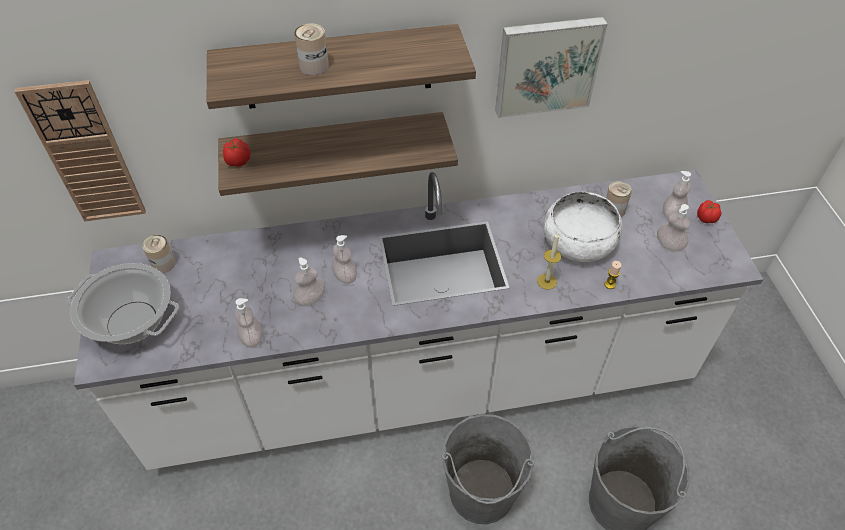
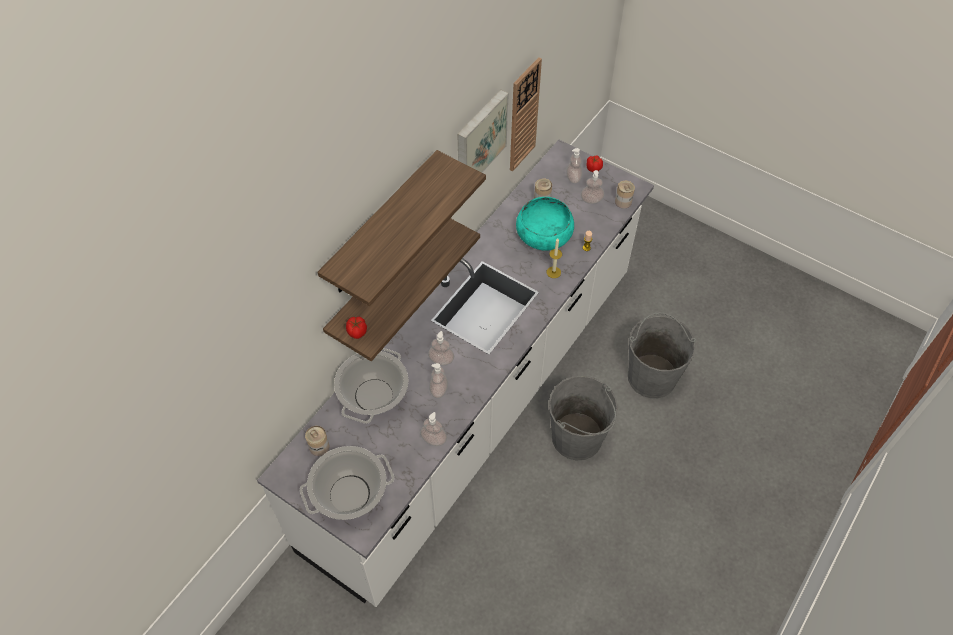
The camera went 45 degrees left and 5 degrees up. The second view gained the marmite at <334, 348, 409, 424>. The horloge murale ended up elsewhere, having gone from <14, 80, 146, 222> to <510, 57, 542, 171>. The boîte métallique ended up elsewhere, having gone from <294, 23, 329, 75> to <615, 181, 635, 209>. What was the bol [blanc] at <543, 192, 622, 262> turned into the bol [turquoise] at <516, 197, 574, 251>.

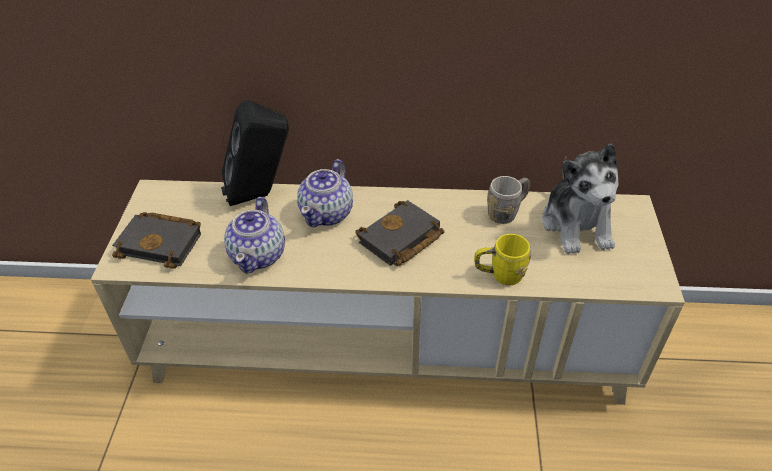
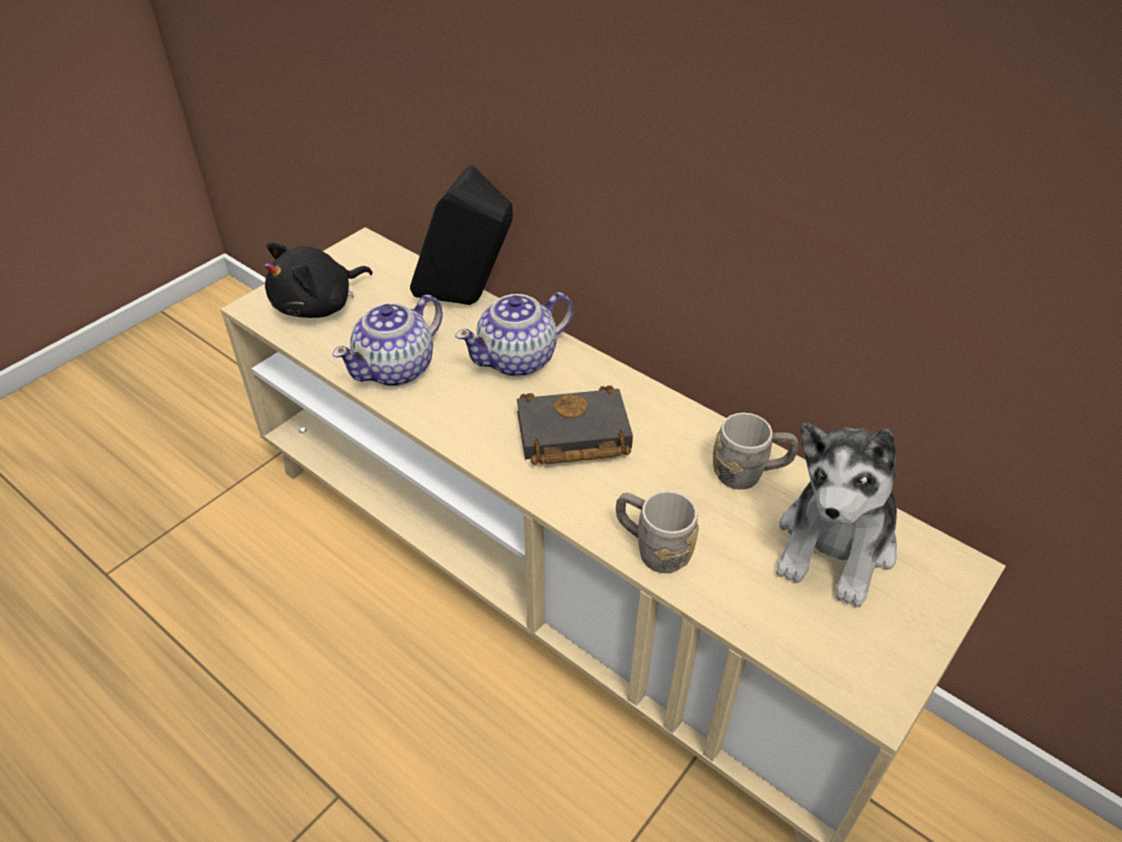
The camera went 35 degrees right and 0 degrees up. Where the livre [noir] stood at <112, 212, 201, 269>, the peluche [noir] came to stand at <264, 242, 373, 318>. What was the mug [jaune] at <474, 234, 531, 285> turned into the mug [gris] at <616, 491, 699, 573>.

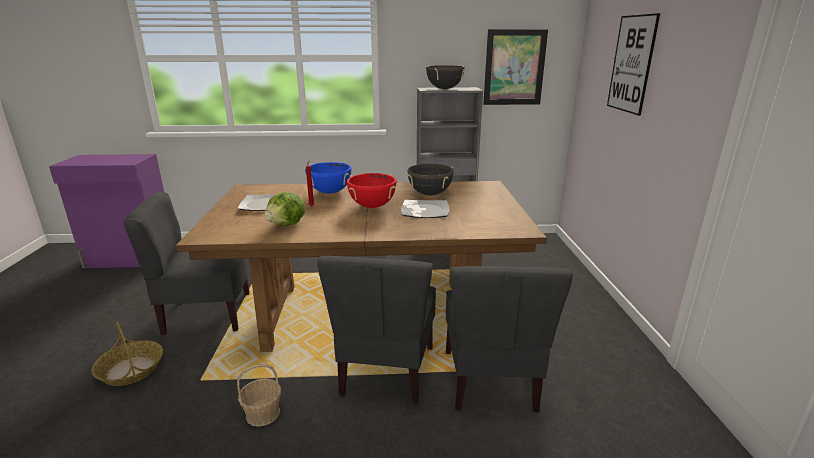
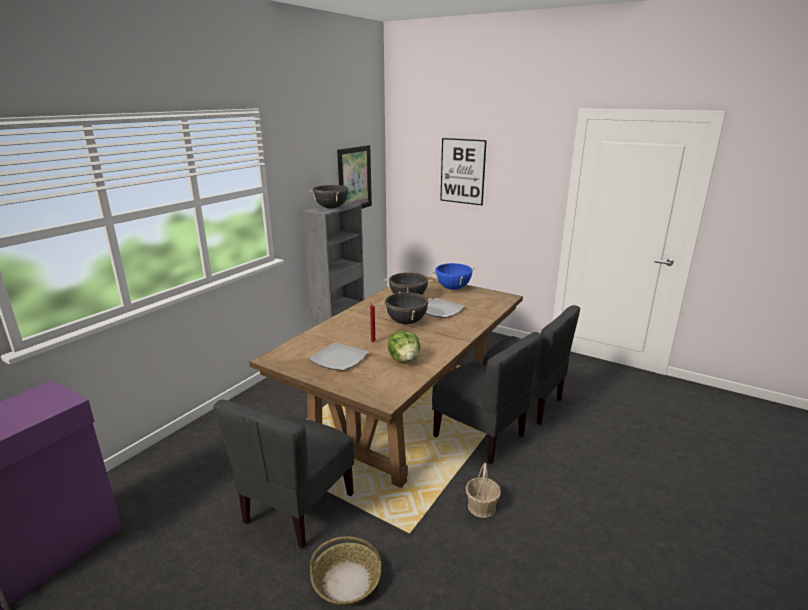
The camera went 55 degrees left and 0 degrees up. The marmite [bleu] ended up elsewhere, having gone from <305, 162, 352, 194> to <432, 263, 475, 290>. What was the marmite [rouge] at <347, 173, 397, 208> turned into the marmite [noir] at <380, 291, 432, 324>.

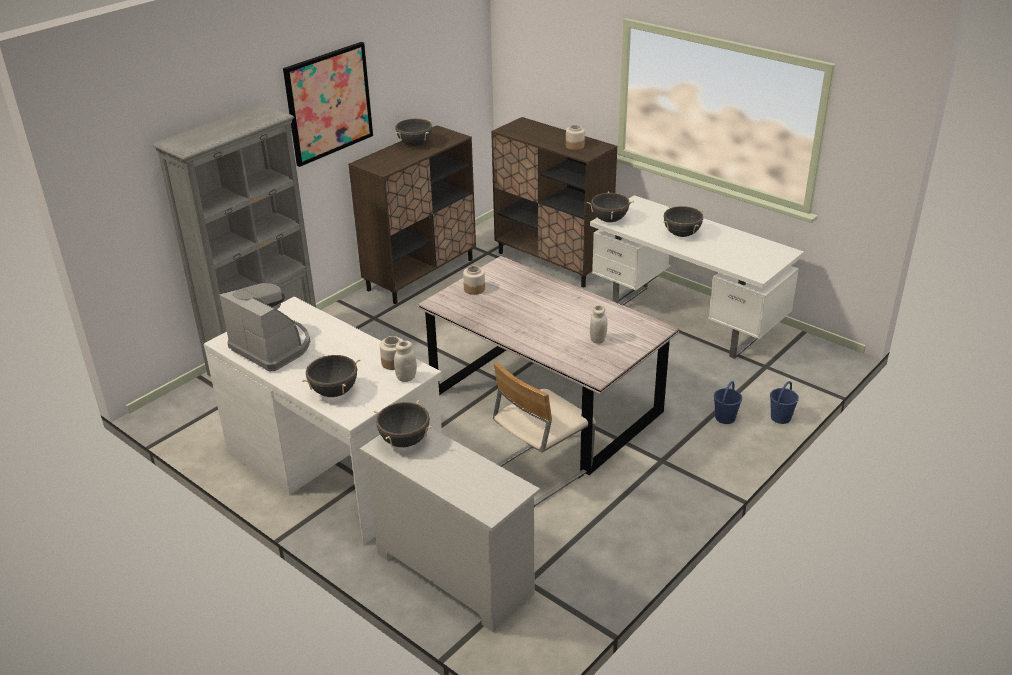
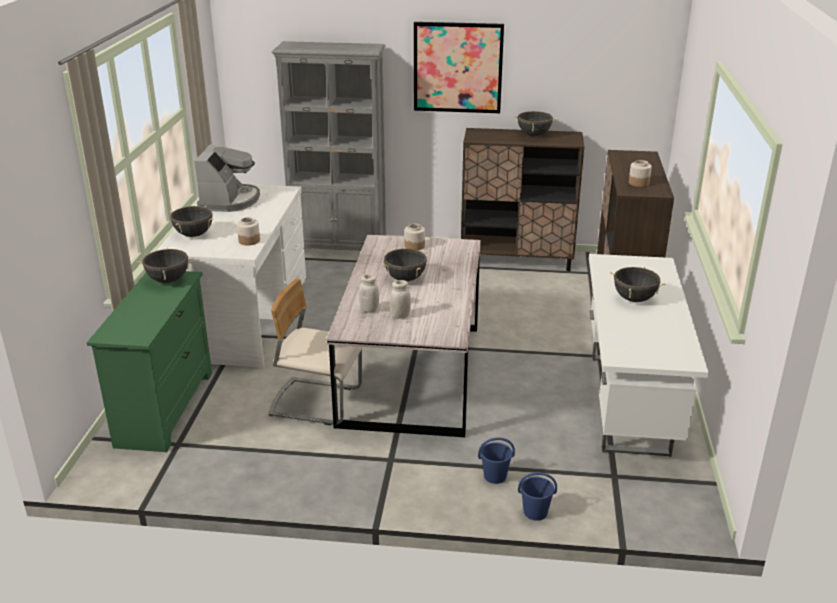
The camera went 55 degrees right and 5 degrees down. The bocal [blanc] ended up elsewhere, having gone from <394, 341, 417, 382> to <359, 274, 379, 313>. The marmite [noir] ended up elsewhere, having gone from <587, 191, 634, 222> to <382, 249, 427, 281>. What was the commode [blanc] at <360, 426, 540, 632> turned into the commode [vert] at <87, 271, 212, 452>.

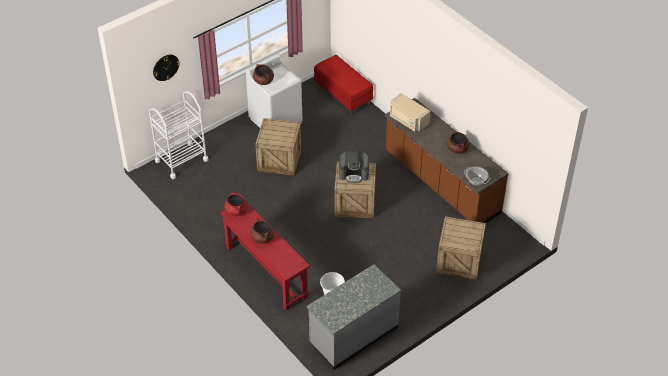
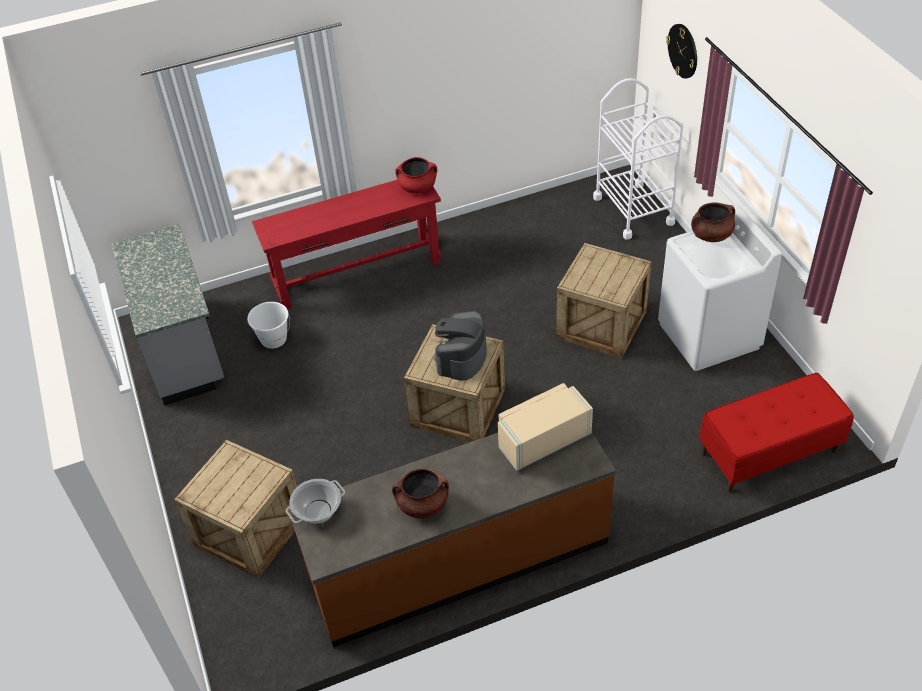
The camera went 110 degrees right and 0 degrees up. The second view lost the marmite [marron] at <250, 219, 274, 244>.

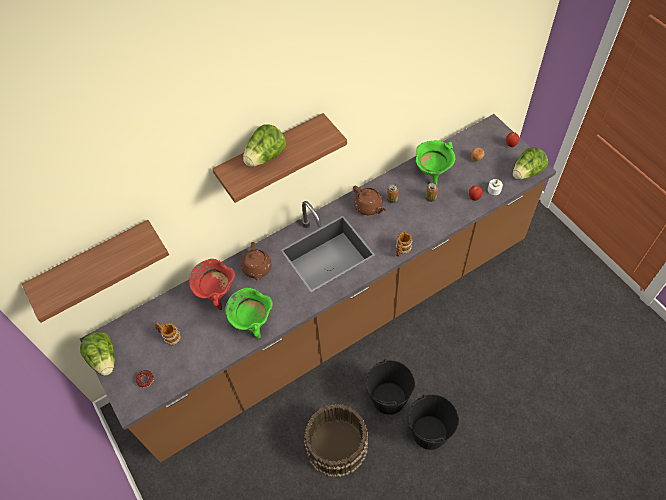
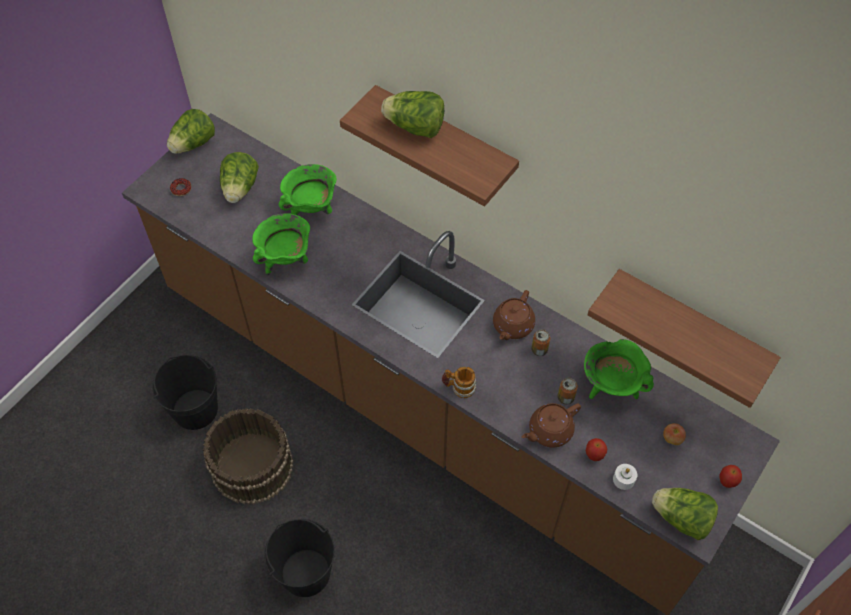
The camera went 65 degrees right and 0 degrees up. The étagère ended up elsewhere, having gone from <22, 220, 169, 323> to <588, 269, 781, 408>. The théière [marron] ended up elsewhere, having gone from <241, 242, 271, 281> to <522, 403, 581, 448>. The seau [noir] ended up elsewhere, having gone from <366, 359, 415, 415> to <152, 355, 218, 430>. Where the mug stood at <155, 322, 181, 345>, the laitue came to stand at <220, 152, 259, 203>. What was the marmite [rouge] at <189, 259, 235, 310> turned into the marmite [vert] at <279, 164, 337, 215>.

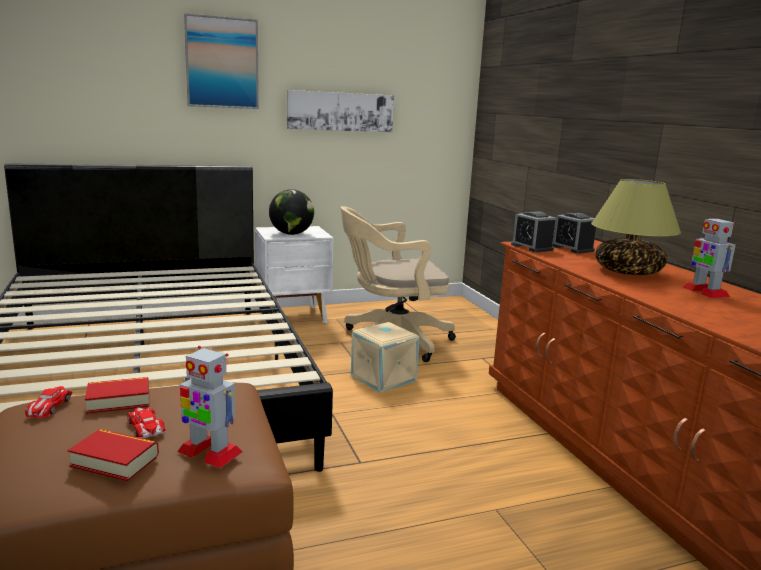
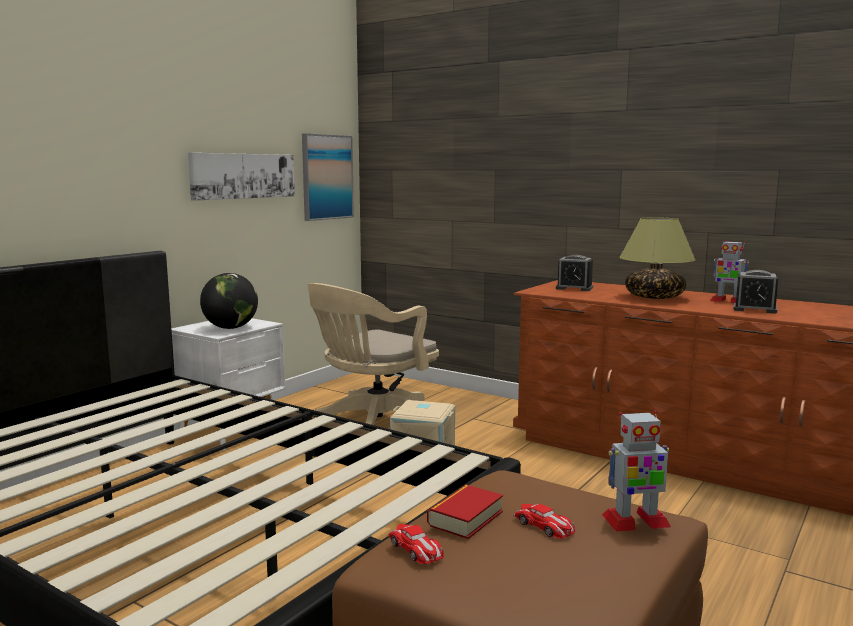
The camera went 35 degrees left and 5 degrees down. The second view lost the livre at <68, 429, 159, 481>. The tableau ended up elsewhere, having gone from <184, 13, 259, 109> to <302, 133, 354, 221>. The réveil ended up elsewhere, having gone from <511, 211, 556, 252> to <733, 270, 778, 313>. The petite voiture at <127, 407, 166, 438> ended up facing another way, 150 degrees counterclockwise from before.

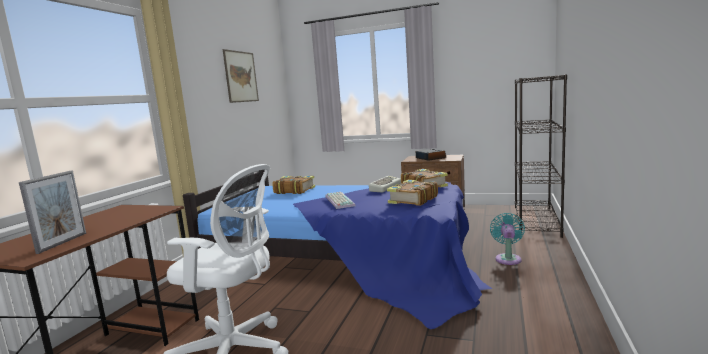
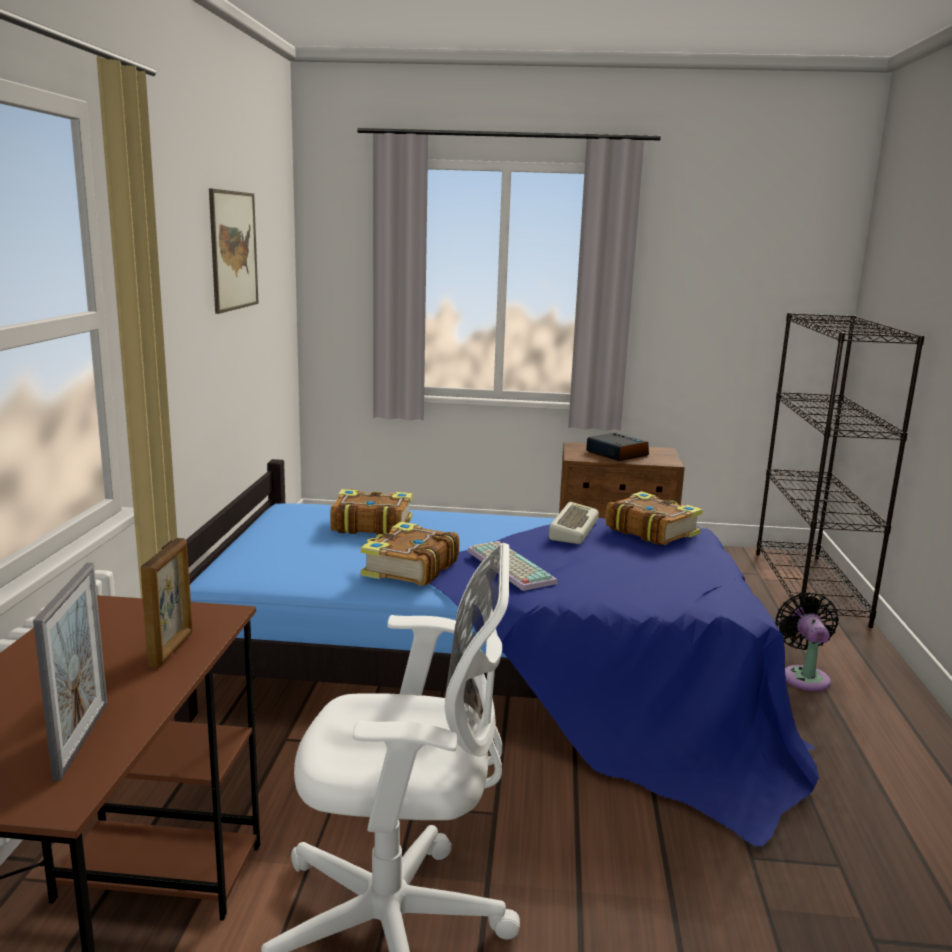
The camera went 15 degrees left and 5 degrees up. The second view gained the cadre photo at <141, 538, 193, 669>. The livre ended up elsewhere, having gone from <387, 180, 438, 206> to <361, 522, 459, 586>. What was the ventilateur [turquoise] at <490, 213, 525, 265> turned into the ventilateur [noir] at <775, 592, 839, 691>.

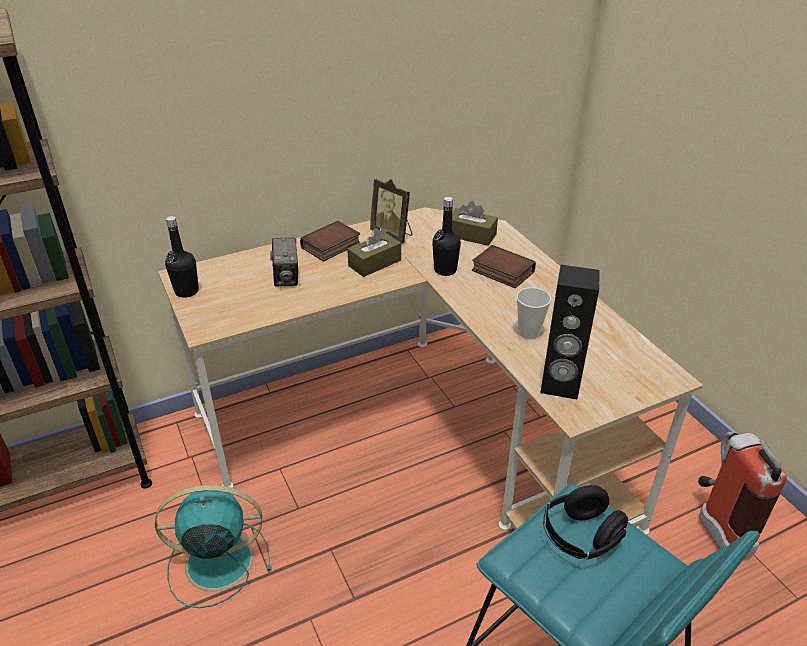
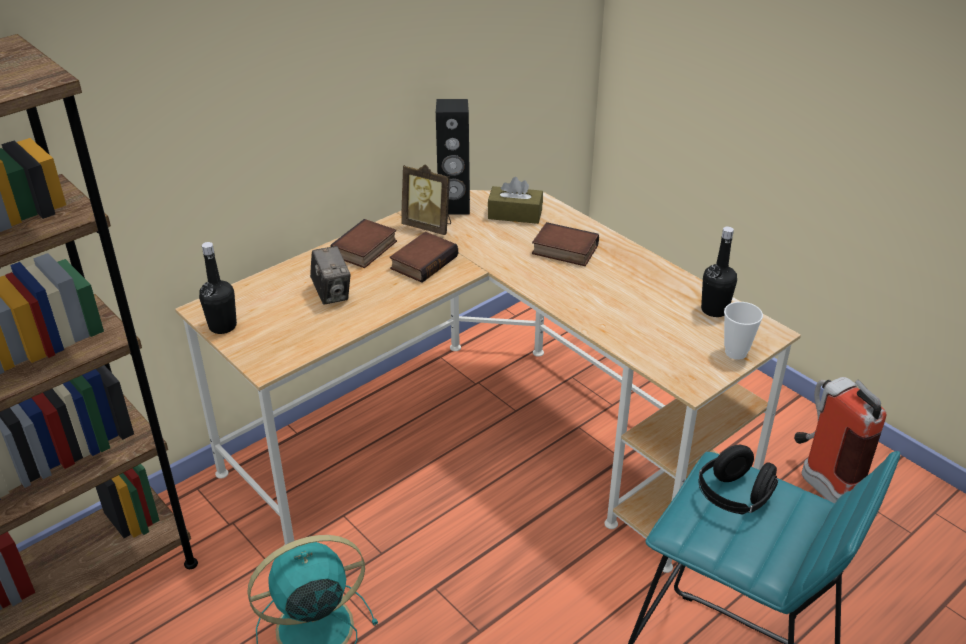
The camera went 15 degrees left and 0 degrees up. The bouteille [noir] ended up elsewhere, having gone from <432, 197, 461, 276> to <701, 227, 737, 317>. The tasse ended up elsewhere, having gone from <516, 287, 551, 339> to <724, 302, 763, 360>. The enceinte [noir] ended up elsewhere, having gone from <540, 265, 600, 399> to <436, 99, 470, 215>. Where the boîte à mouchoirs [marron] stood at <347, 228, 401, 277>, the livre came to stand at <390, 232, 458, 283>.

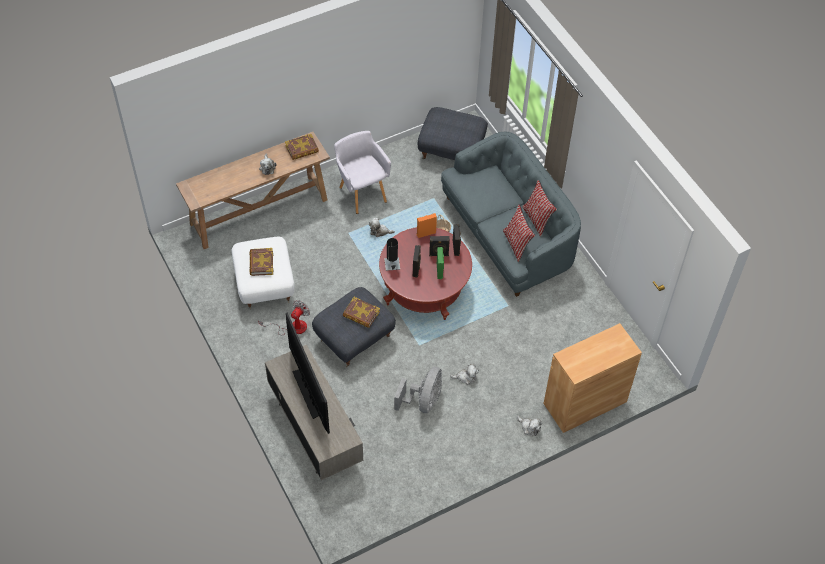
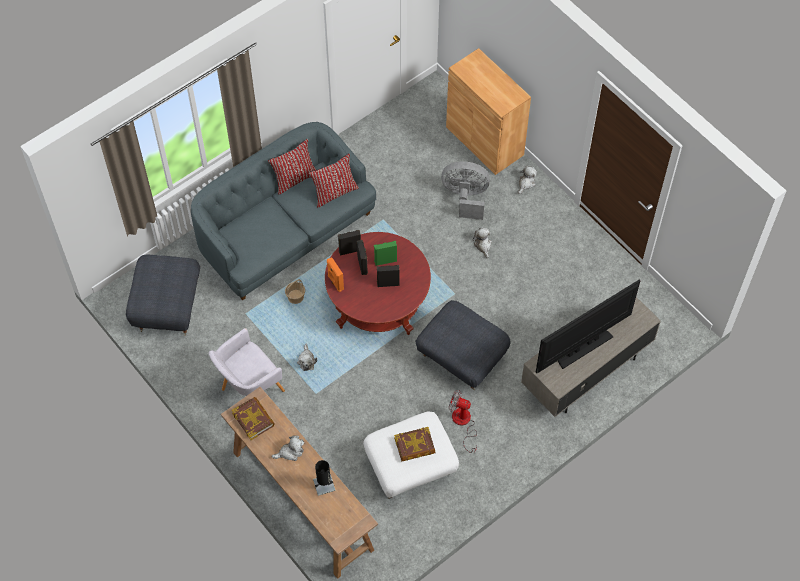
The camera went 100 degrees left and 5 degrees up. The second view lost the livre at <343, 297, 380, 328>. The lampe de table [noir] ended up elsewhere, having gone from <384, 238, 400, 271> to <313, 460, 336, 496>. The ventilateur [gris] ended up elsewhere, having gone from <394, 367, 442, 413> to <441, 161, 490, 220>.

